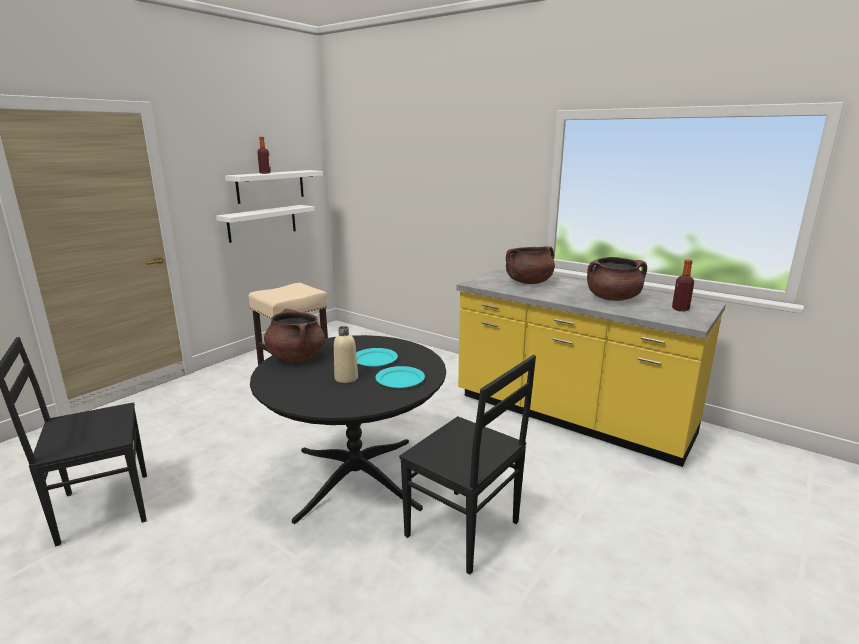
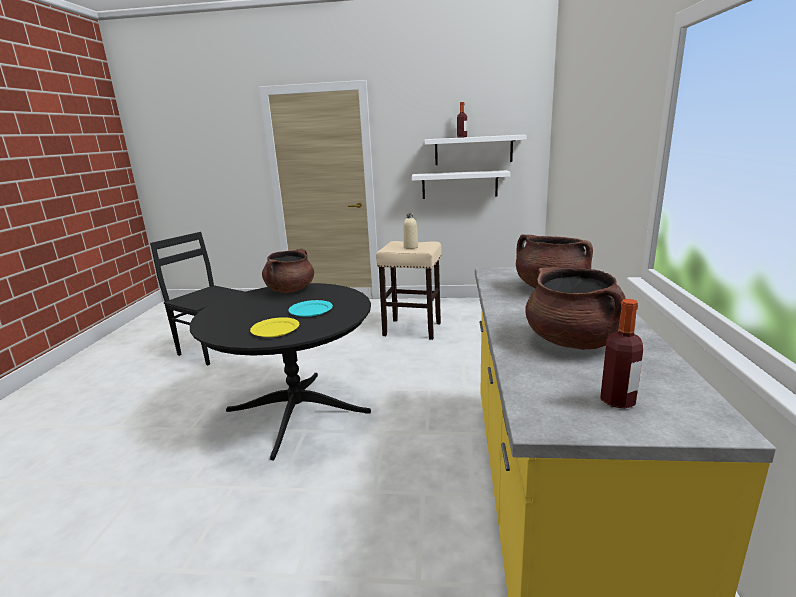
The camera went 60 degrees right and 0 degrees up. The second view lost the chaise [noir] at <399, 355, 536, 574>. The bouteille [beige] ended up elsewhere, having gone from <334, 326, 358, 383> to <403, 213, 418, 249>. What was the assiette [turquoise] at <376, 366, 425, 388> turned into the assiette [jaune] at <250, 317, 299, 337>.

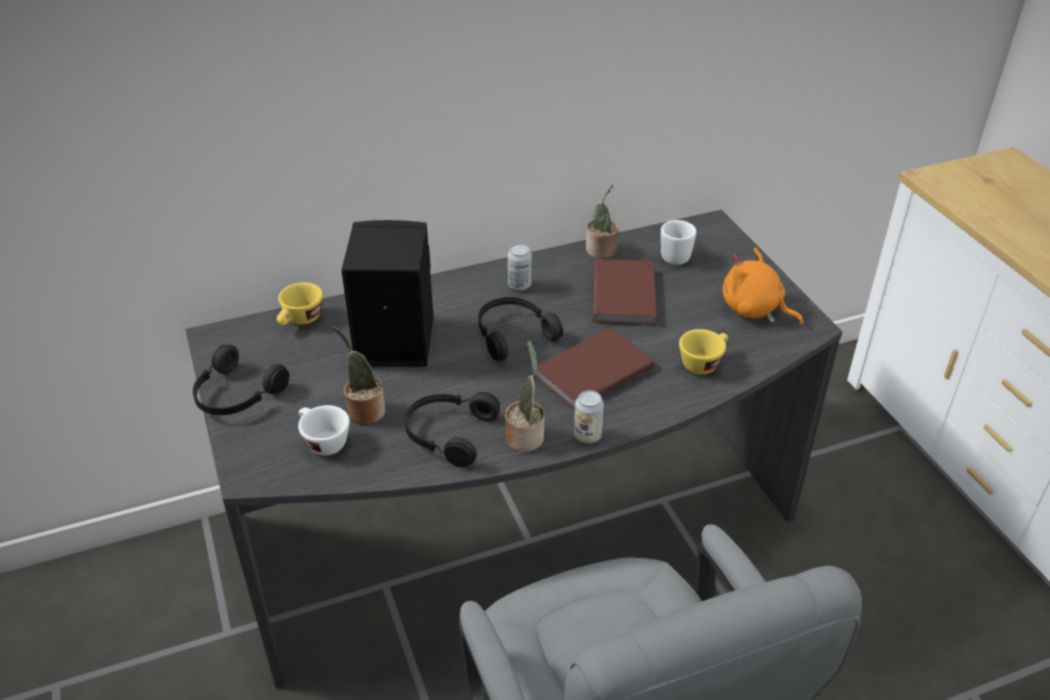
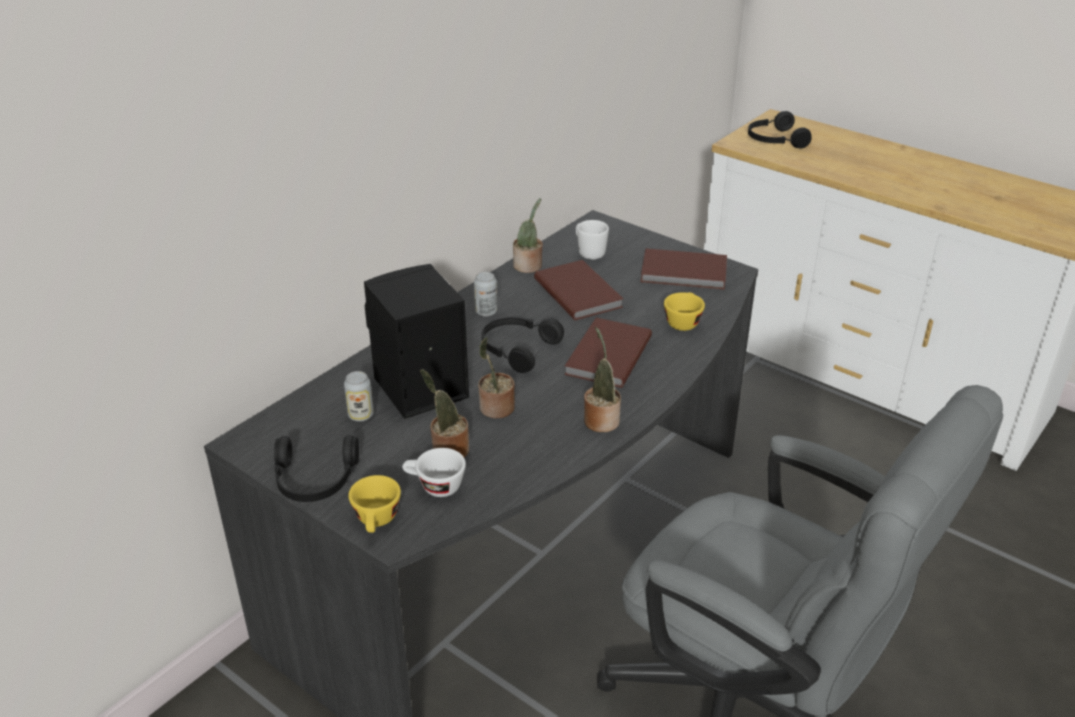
The camera went 30 degrees left and 5 degrees down. The second view gained the plante en pot at <478, 337, 515, 419>. The tasse [jaune] ended up elsewhere, having gone from <277, 282, 323, 325> to <348, 475, 401, 533>. The casque audio [noir] ended up elsewhere, having gone from <404, 392, 500, 467> to <748, 111, 812, 148>. The boîte métallique ended up elsewhere, having gone from <574, 390, 604, 443> to <344, 371, 374, 422>. Where the peluche [orange] stood at <723, 248, 804, 325>, the livre [marron] came to stand at <640, 248, 727, 290>.

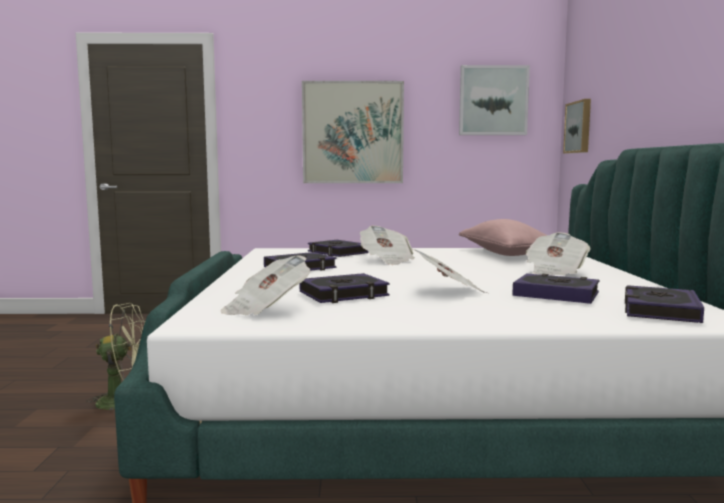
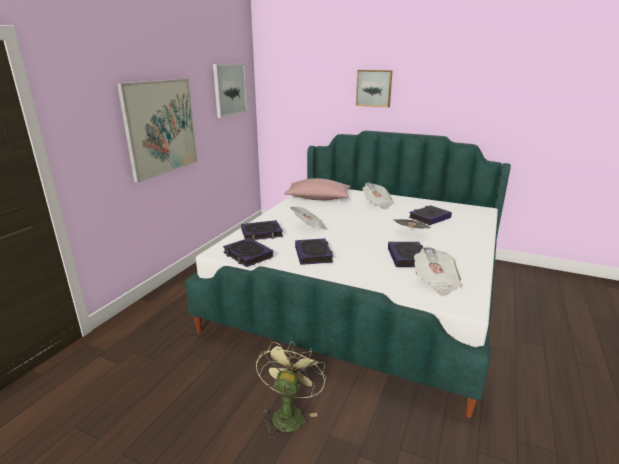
The camera went 65 degrees left and 15 degrees up. The tableau ended up elsewhere, having gone from <563, 99, 591, 153> to <356, 70, 393, 107>. The livre ended up elsewhere, having gone from <625, 285, 704, 323> to <223, 238, 273, 267>.

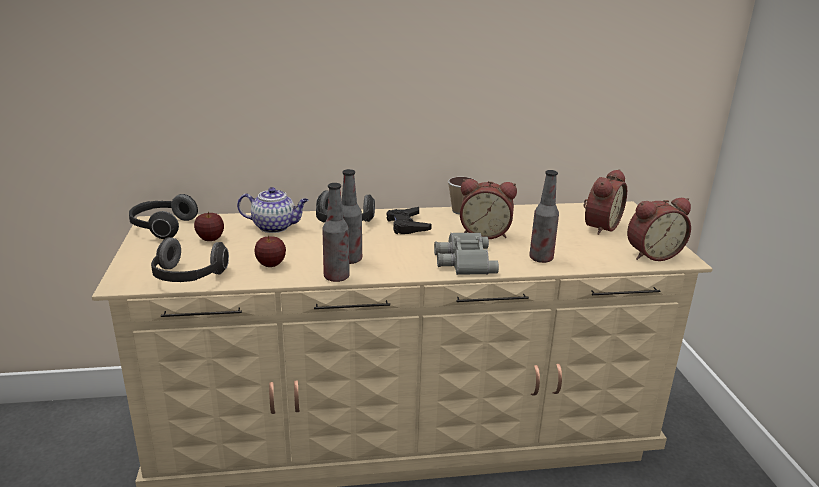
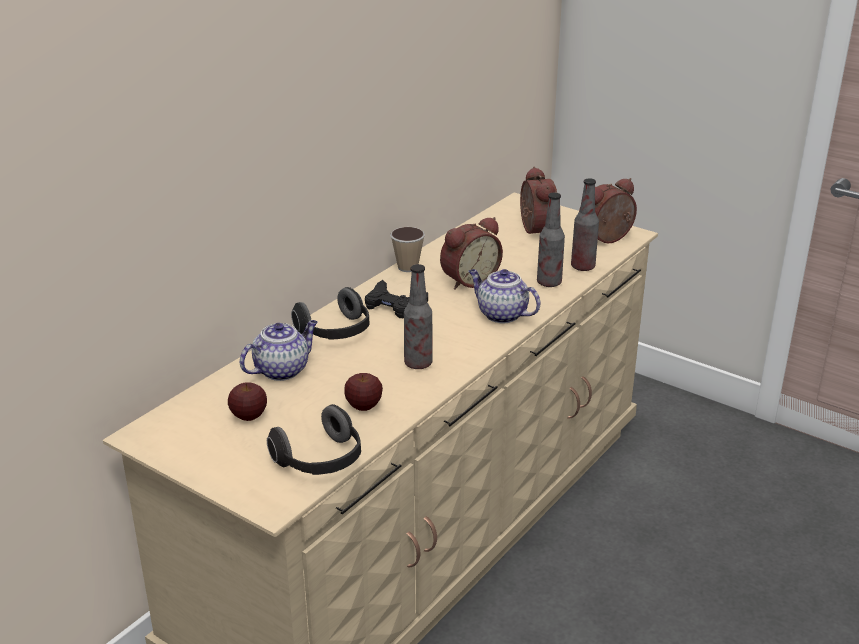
The camera went 45 degrees left and 5 degrees up. The second view lost the casque audio at <129, 194, 198, 239>. The bouteille ended up elsewhere, having gone from <322, 183, 350, 282> to <571, 178, 599, 271>. Where the jumelles [gris] stood at <434, 233, 499, 275>, the théière came to stand at <468, 269, 541, 324>. The réveil at <627, 198, 691, 261> ended up facing another way, 150 degrees counterclockwise from before.

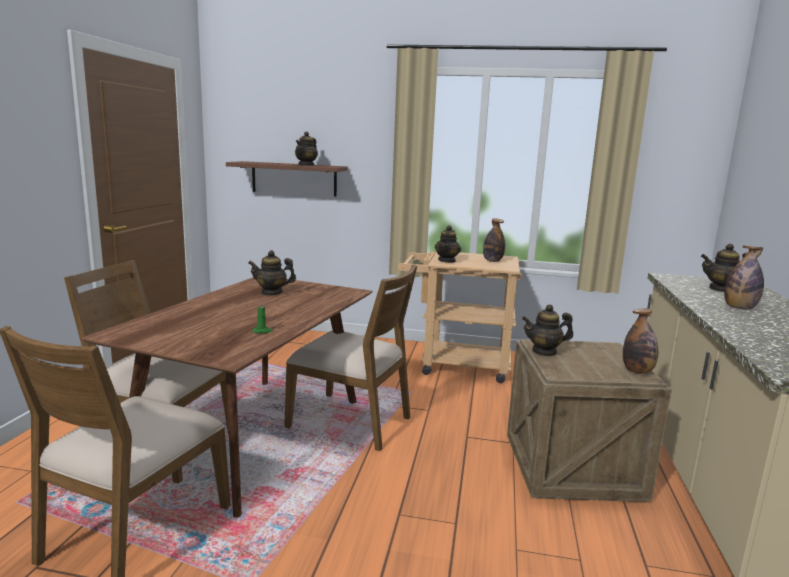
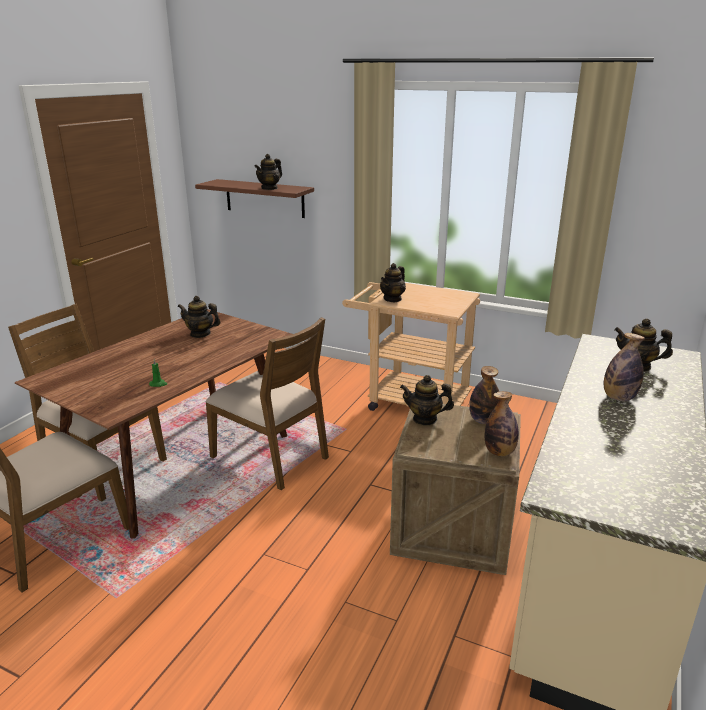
The camera went 15 degrees right and 10 degrees up. The bouteille ended up elsewhere, having gone from <483, 218, 505, 262> to <469, 366, 499, 424>.

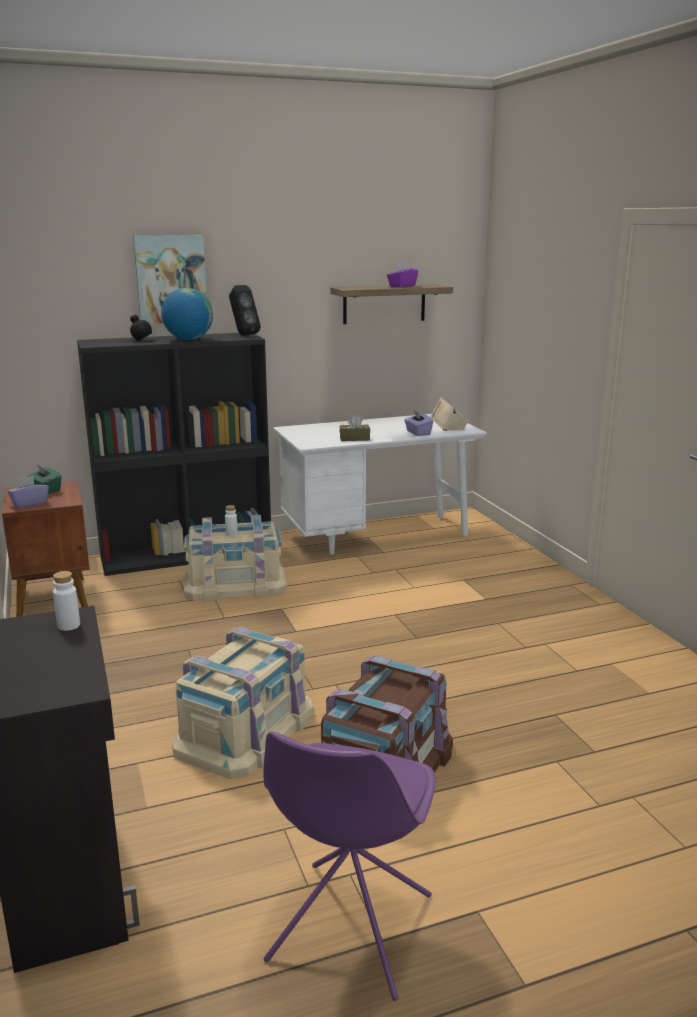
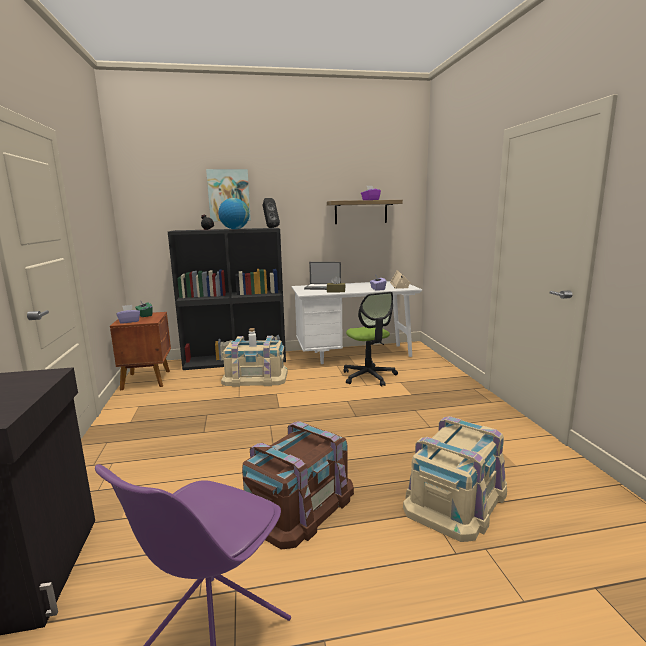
The camera went 10 degrees right and 5 degrees down. The second view lost the bouteille [blanc] at <53, 571, 80, 631>. The second view gained the ordinateur portable at <304, 262, 341, 290>. The second view gained the chaise de bureau at <344, 292, 398, 386>. The boîte de rangement [beige] ended up elsewhere, having gone from <172, 627, 314, 779> to <403, 416, 507, 542>.

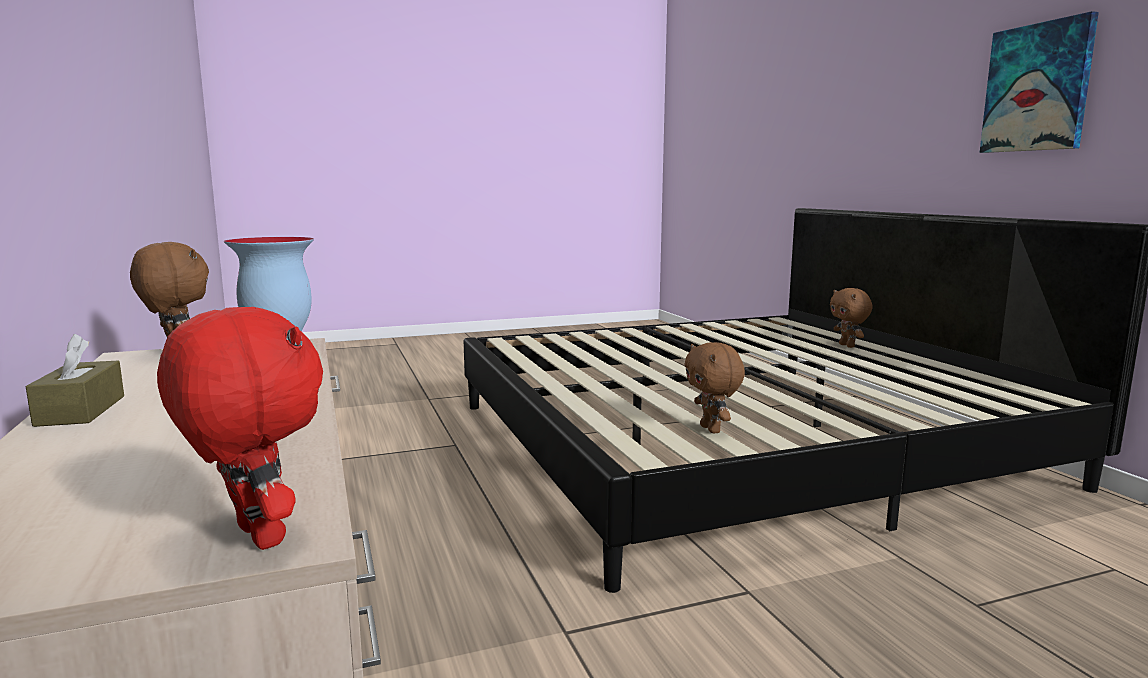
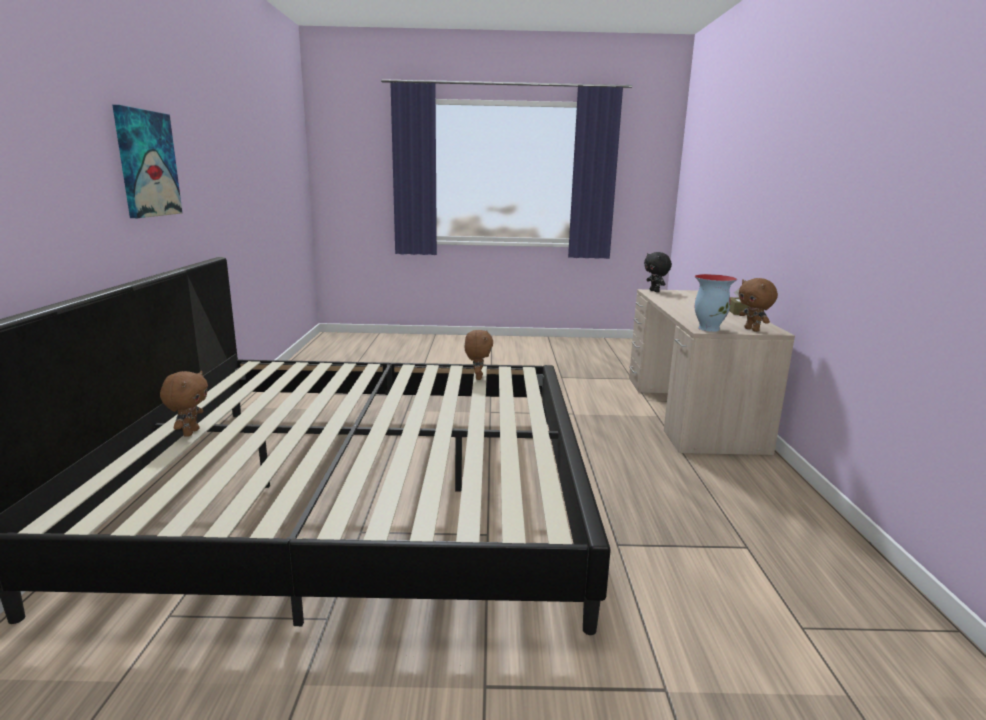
The camera went 160 degrees left and 5 degrees up. What was the peluche [rouge] at <157, 307, 323, 550> turned into the peluche [noir] at <644, 252, 672, 292>.

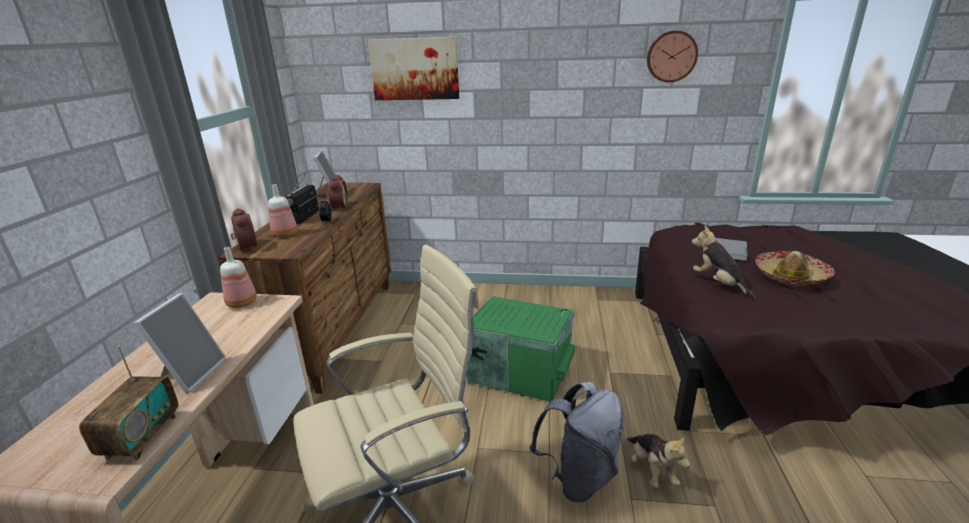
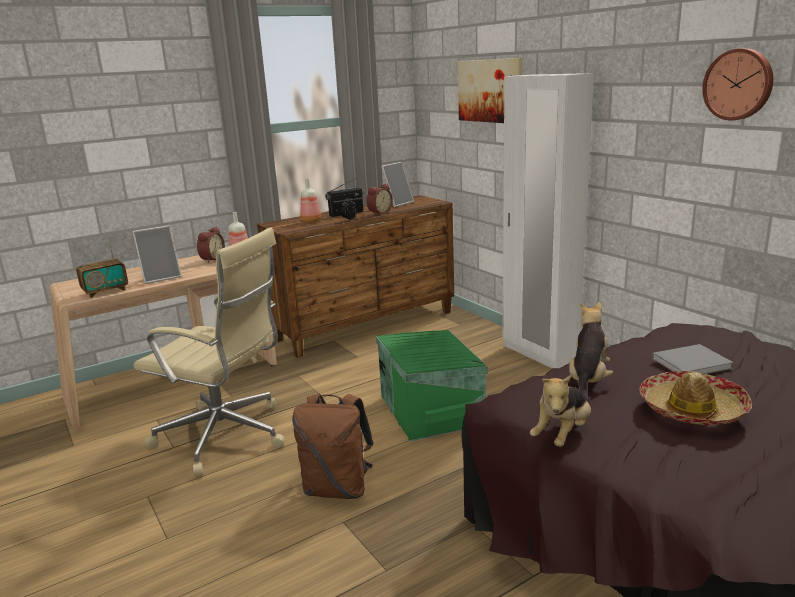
The camera went 50 degrees right and 5 degrees down. The second view gained the armoire [blanc] at <502, 73, 594, 368>. The réveil ended up elsewhere, having gone from <231, 208, 257, 251> to <197, 227, 225, 263>. The peluche ended up elsewhere, having gone from <627, 434, 690, 488> to <530, 375, 591, 447>. What was the sac à dos [gris] at <529, 382, 624, 502> turned into the sac à dos [marron] at <292, 393, 374, 499>.

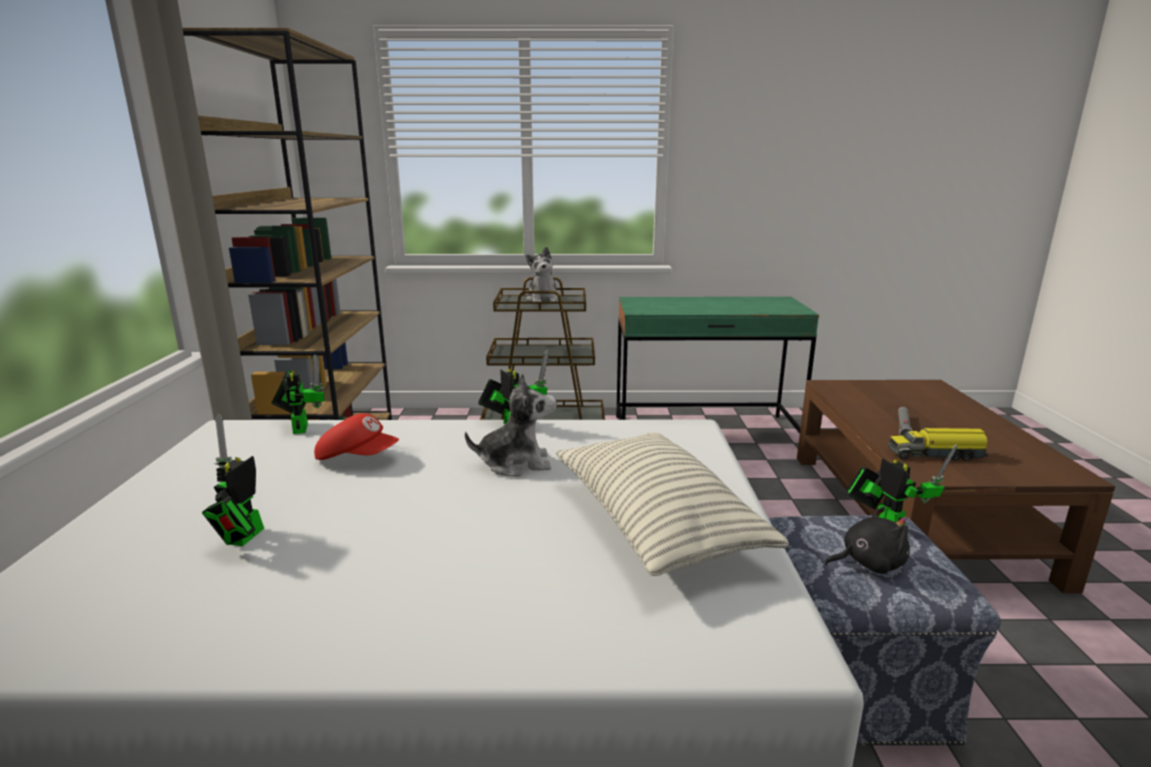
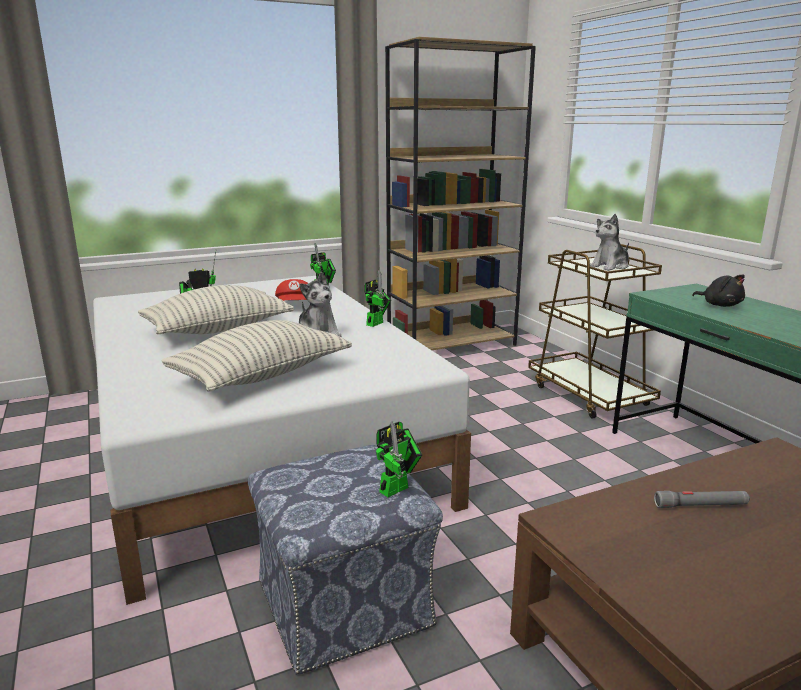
The camera went 65 degrees right and 0 degrees up. The second view lost the camion jouet at <888, 428, 988, 460>. The second view gained the coussin at <138, 285, 294, 334>. The peluche [noir] ended up elsewhere, having gone from <824, 507, 910, 574> to <692, 274, 745, 307>.

